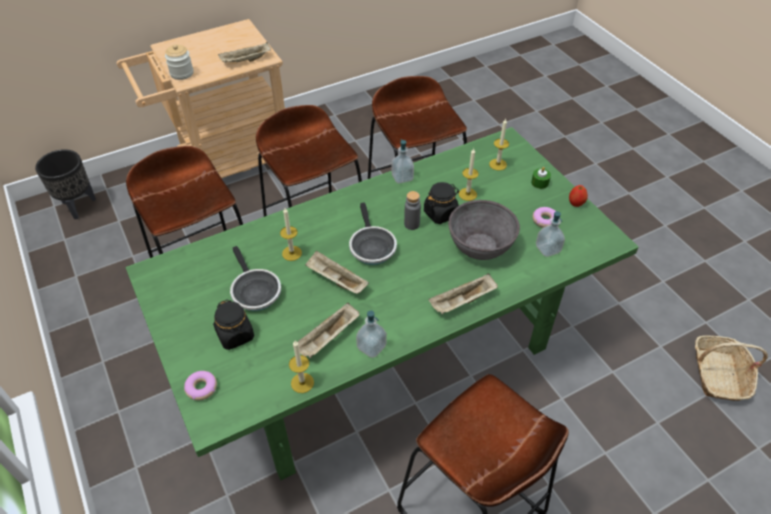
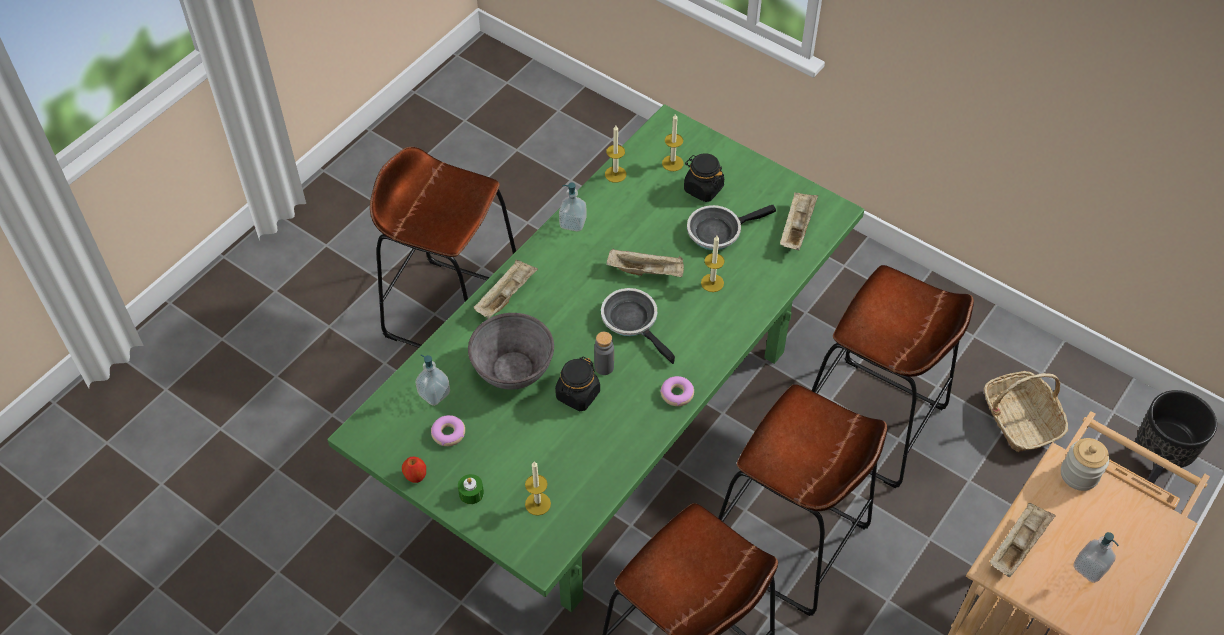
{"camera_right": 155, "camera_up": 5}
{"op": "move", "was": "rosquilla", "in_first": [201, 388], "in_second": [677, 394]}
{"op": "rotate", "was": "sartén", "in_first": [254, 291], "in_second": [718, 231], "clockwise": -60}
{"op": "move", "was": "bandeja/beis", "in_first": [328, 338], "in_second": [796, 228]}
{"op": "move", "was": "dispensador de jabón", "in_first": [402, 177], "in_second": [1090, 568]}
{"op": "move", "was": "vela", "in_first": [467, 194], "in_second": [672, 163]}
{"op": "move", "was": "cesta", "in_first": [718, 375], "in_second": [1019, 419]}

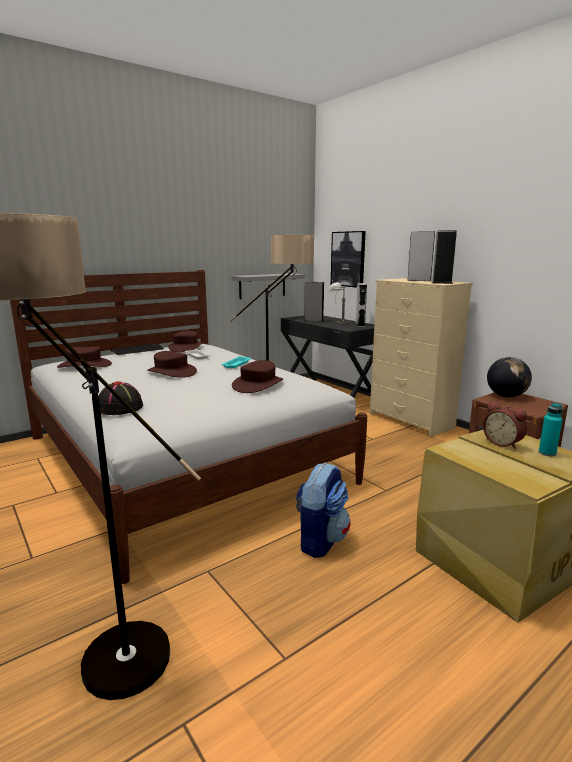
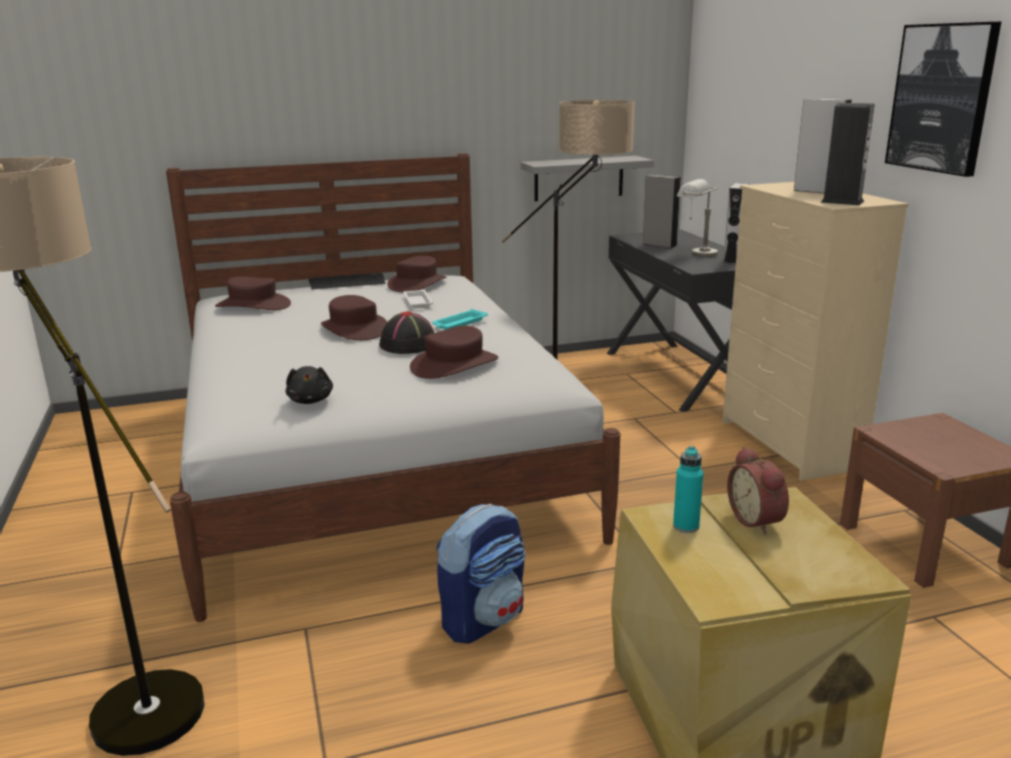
{"camera_right": 20, "camera_up": 5}
{"op": "move", "was": "sombrero/negro", "in_first": [120, 408], "in_second": [408, 345]}
{"op": "move", "was": "cuadro", "in_first": [348, 259], "in_second": [941, 98]}
{"op": "delete", "was": "globo terráqueo", "in_first": [506, 396]}
{"op": "move", "was": "botella/turquesa", "in_first": [547, 453], "in_second": [686, 526]}
{"op": "insert", "now": "peluche/negro", "in_second": [310, 400]}

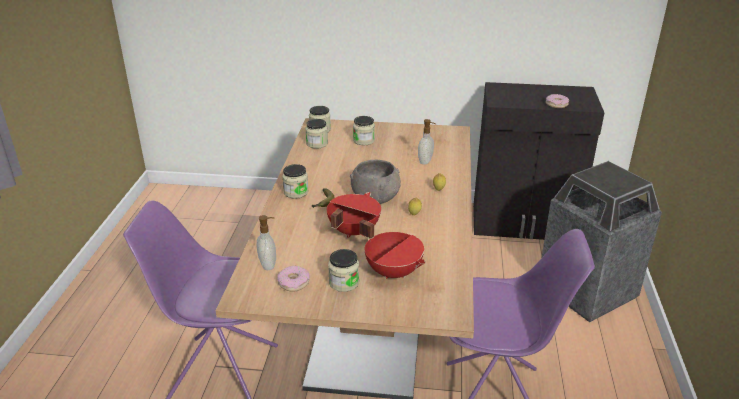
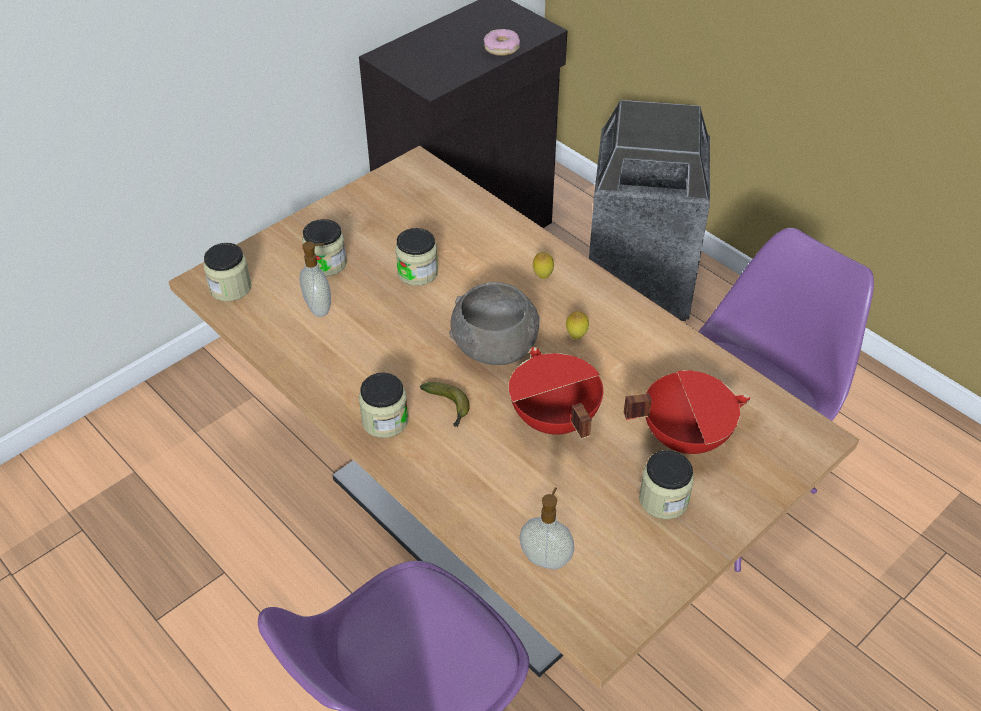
{"camera_right": -50, "camera_up": 15}
{"op": "delete", "was": "rosquilla", "in_first": [294, 282]}
{"op": "move", "was": "tarro", "in_first": [317, 143], "in_second": [417, 272]}
{"op": "move", "was": "dispensador de jabón", "in_first": [426, 161], "in_second": [319, 307]}

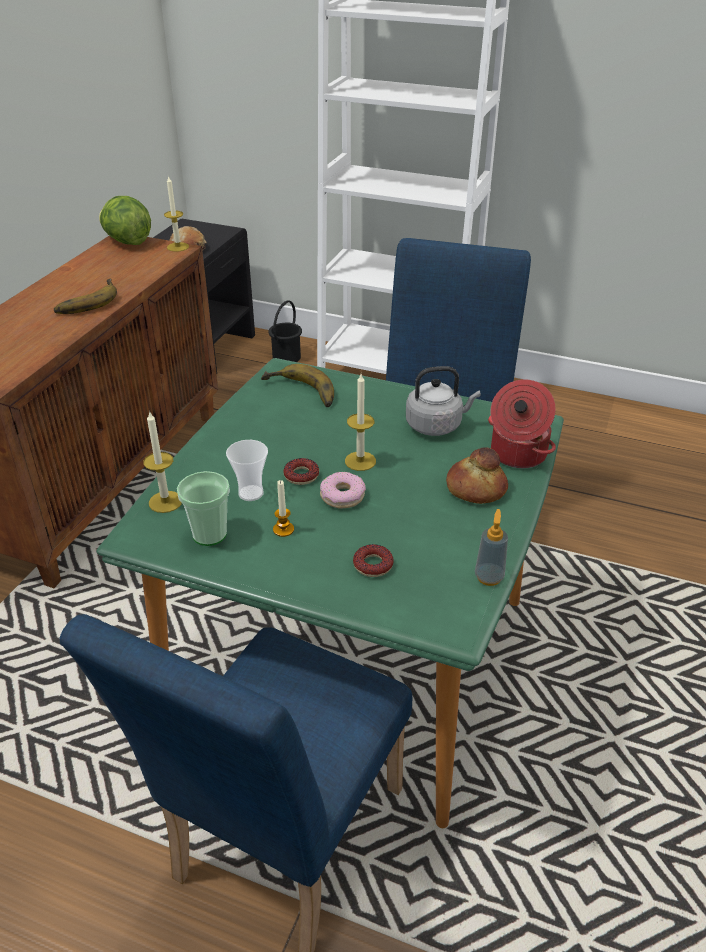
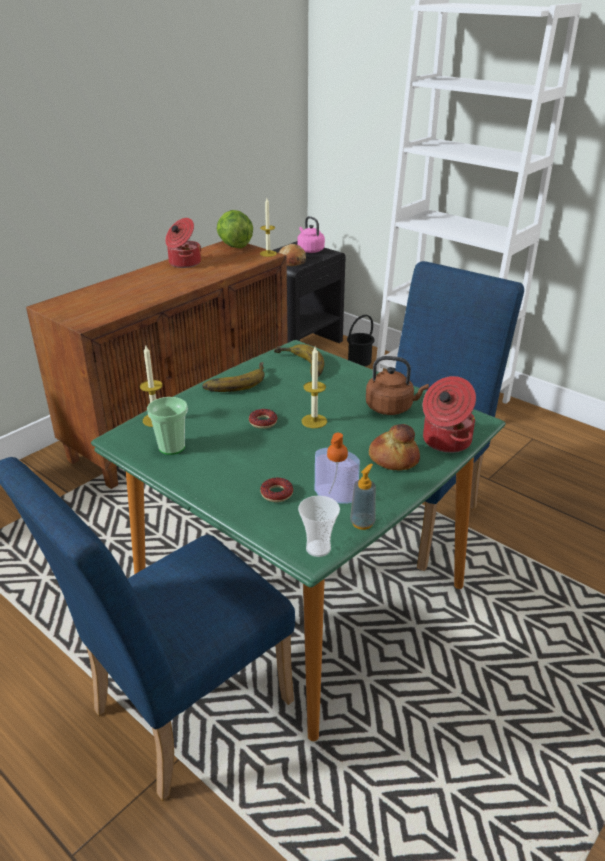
{"camera_right": 20, "camera_up": -5}
{"op": "move", "was": "plátano", "in_first": [85, 301], "in_second": [234, 381]}
{"op": "move", "was": "taza", "in_first": [251, 493], "in_second": [318, 548]}
{"op": "delete", "was": "vela", "in_first": [283, 529]}
{"op": "delete", "was": "rosquilla", "in_first": [342, 496]}
{"op": "recolor", "was": "hervidor/gris", "now": "hervidor/marrón", "in_first": [436, 425], "in_second": [391, 408]}
{"op": "insert", "now": "olla", "in_second": [183, 263]}
{"op": "insert", "now": "hervidor/rosa", "in_second": [309, 250]}
{"op": "insert", "now": "dispensador de jabón", "in_second": [336, 494]}

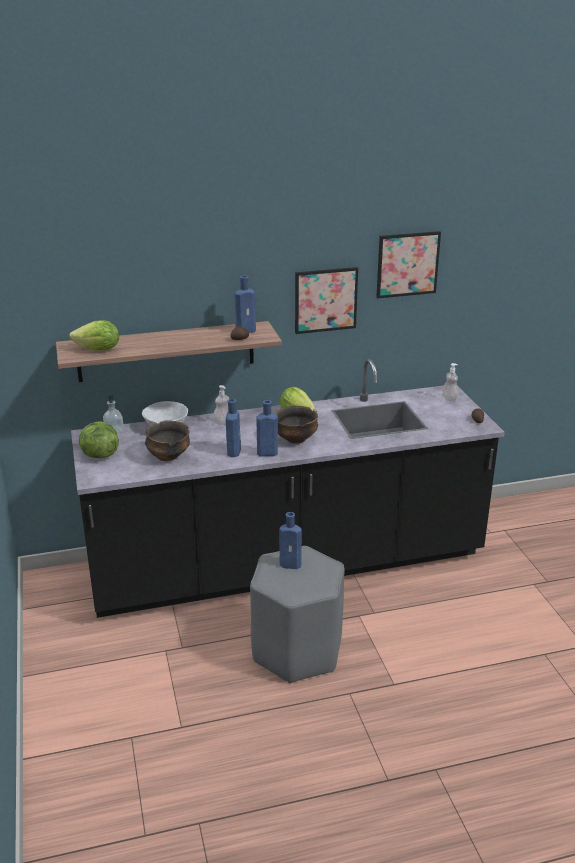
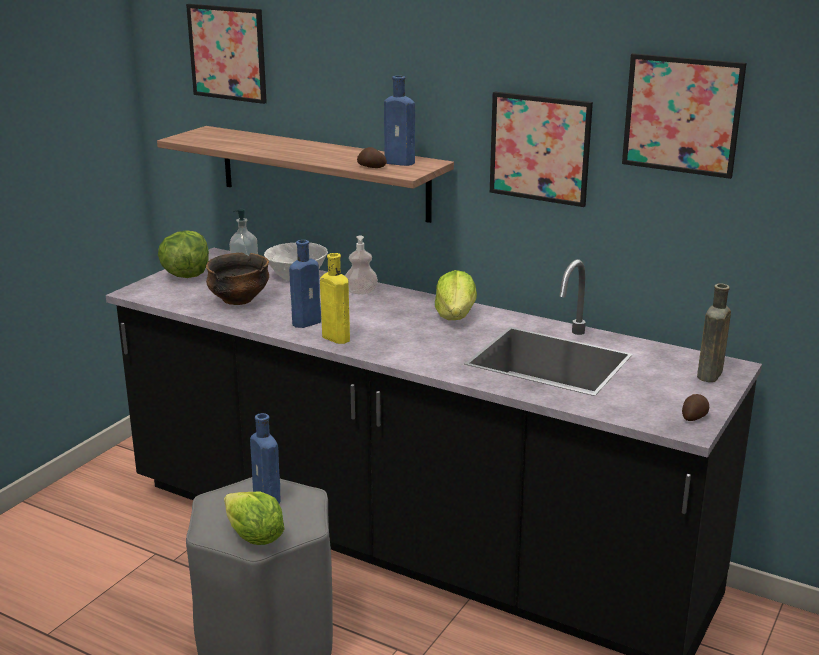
{"camera_right": 45, "camera_up": -5}
{"op": "move", "was": "lechuga", "in_first": [98, 350], "in_second": [254, 538]}
{"op": "recolor", "was": "botella/azul", "now": "botella/amarillo", "in_first": [265, 453], "in_second": [334, 337]}
{"op": "delete", "was": "cuenco", "in_first": [295, 439]}
{"op": "replace", "was": "dispensador de jabón", "now": "botella/marrón", "in_first": [449, 398], "in_second": [709, 376]}
{"op": "insert", "now": "cuadro", "in_second": [227, 53]}

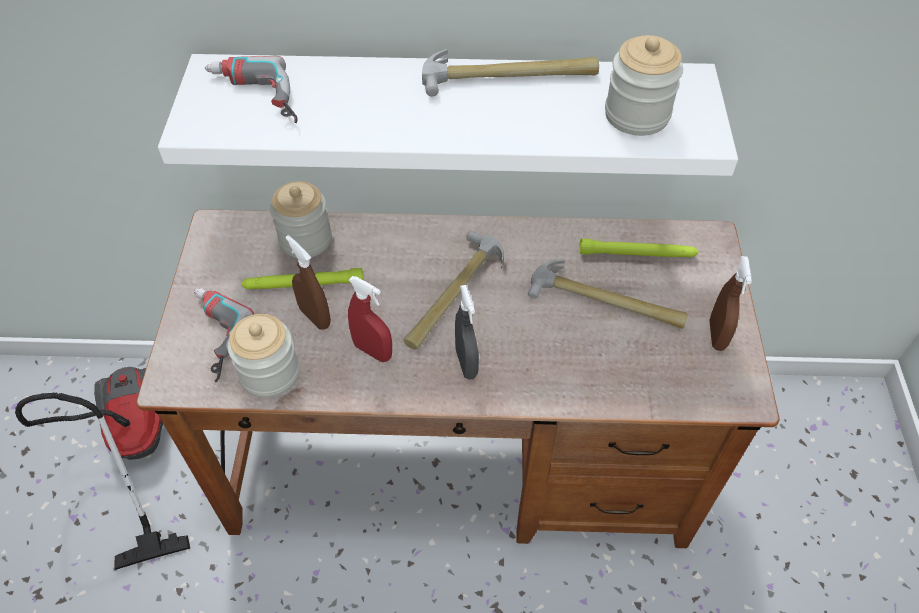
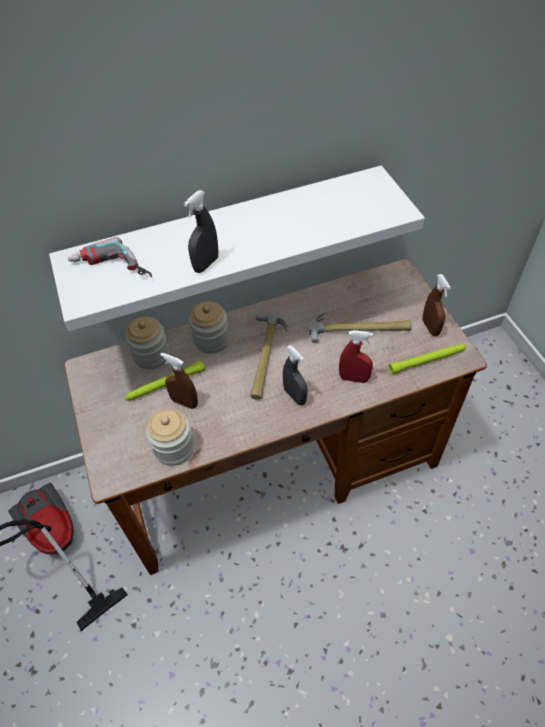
{"camera_right": -20, "camera_up": 0}
{"op": "delete", "was": "taladro", "in_first": [209, 336]}
{"op": "move", "was": "pulverizador/rojo", "in_first": [373, 351], "in_second": [354, 378]}
{"op": "delete", "was": "martillo", "in_first": [509, 77]}
{"op": "move", "was": "linterna/verde", "in_first": [637, 254], "in_second": [427, 360]}
{"op": "move", "was": "tarro", "in_first": [636, 115], "in_second": [211, 340]}
{"op": "insert", "now": "pulverizador/gris", "in_second": [206, 264]}

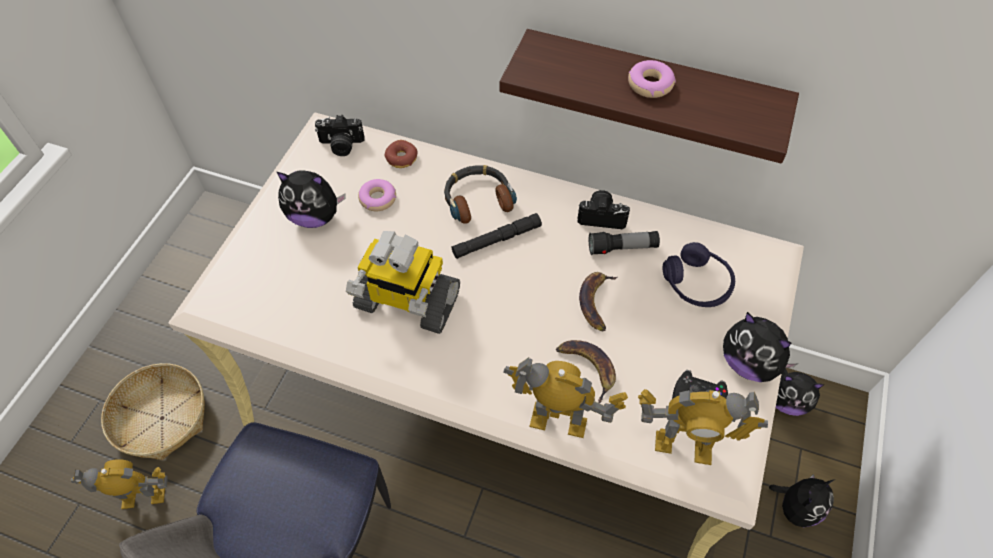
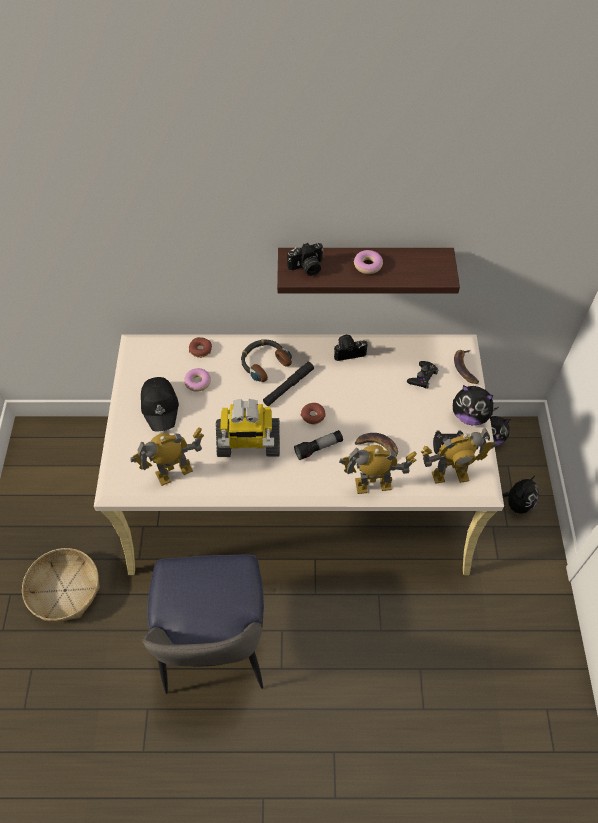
{"camera_right": -20, "camera_up": 0}
{"op": "move", "was": "robot de juguete", "in_first": [143, 497], "in_second": [174, 473]}
{"op": "replace", "was": "peluche", "now": "gorra/negro", "in_first": [315, 216], "in_second": [160, 406]}
{"op": "move", "was": "cámara", "in_first": [341, 145], "in_second": [307, 268]}
{"op": "move", "was": "plátano", "in_first": [596, 302], "in_second": [464, 368]}
{"op": "move", "was": "linterna", "in_first": [622, 248], "in_second": [318, 448]}
{"op": "replace", "was": "auriculares/morado", "now": "mando de consola/negro", "in_first": [696, 283], "in_second": [422, 377]}
{"op": "insert", "now": "rosquilla", "in_second": [313, 416]}

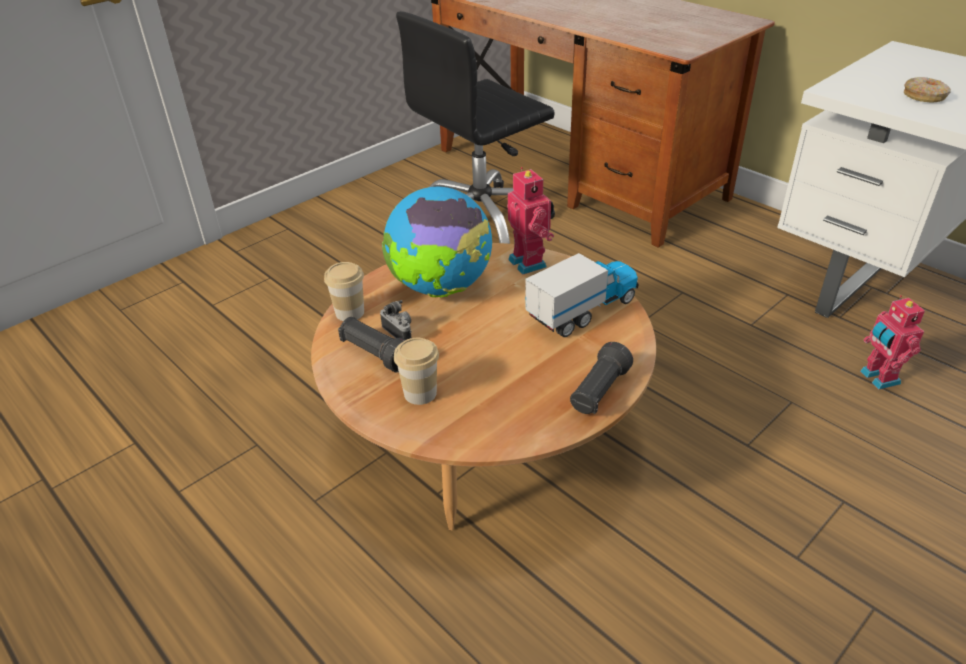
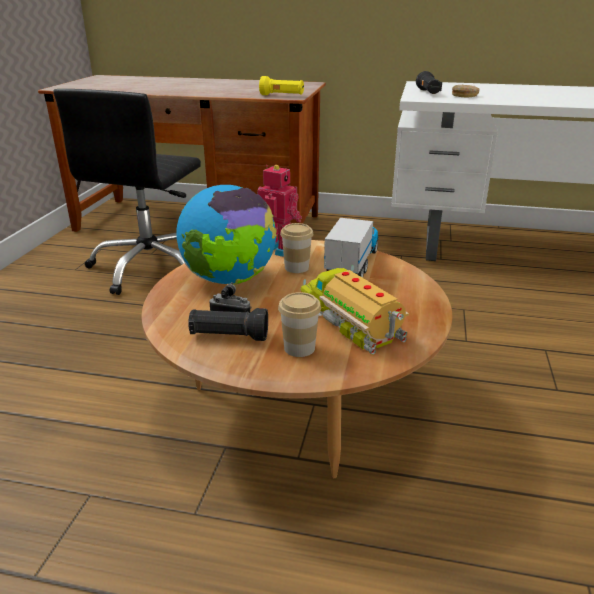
{"camera_right": -35, "camera_up": -10}
{"op": "move", "was": "taza", "in_first": [350, 312], "in_second": [296, 267]}
{"op": "move", "was": "linterna/negro", "in_first": [598, 392], "in_second": [428, 93]}
{"op": "delete", "was": "robot de juguete", "in_first": [877, 378]}
{"op": "insert", "now": "linterna/amarillo", "in_second": [282, 95]}
{"op": "insert", "now": "camión de juguete", "in_second": [352, 321]}

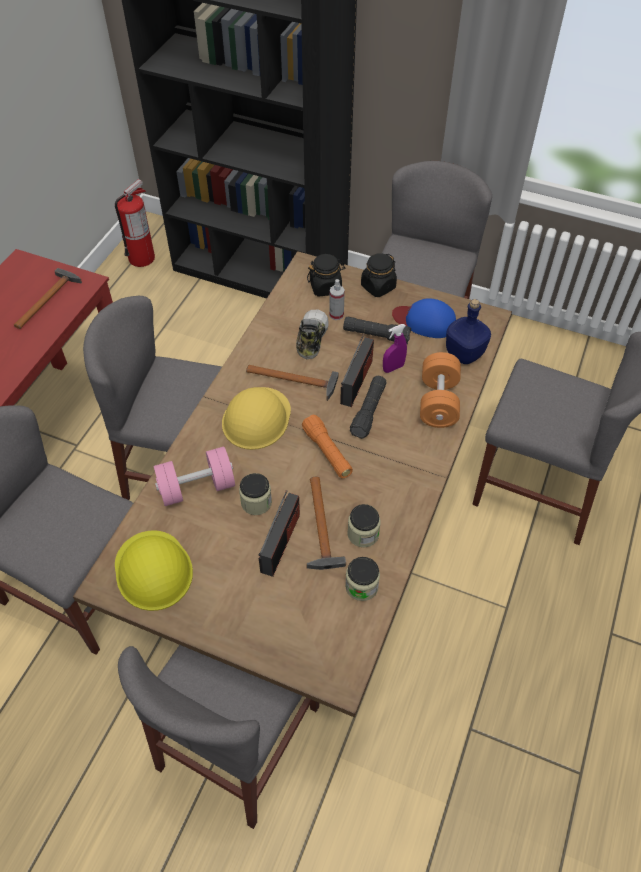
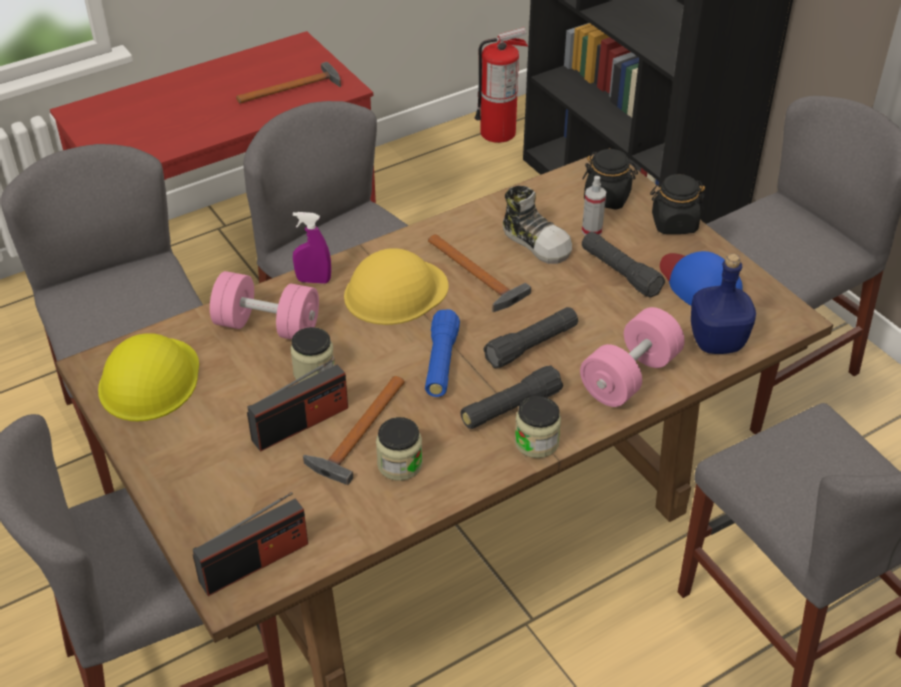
{"camera_right": 35, "camera_up": -10}
{"op": "rotate", "was": "zapato", "in_first": [311, 338], "in_second": [536, 242], "clockwise": 90}
{"op": "recolor", "was": "linterna/naranja", "now": "linterna/azul", "in_first": [327, 452], "in_second": [441, 363]}
{"op": "move", "was": "radio", "in_first": [356, 382], "in_second": [254, 562]}
{"op": "move", "was": "tarro", "in_first": [361, 586], "in_second": [536, 442]}
{"op": "move", "was": "pulverizador/morado", "in_first": [393, 368], "in_second": [313, 280]}
{"op": "recolor", "was": "mancuerna/naranja", "now": "mancuerna/rosa", "in_first": [438, 401], "in_second": [630, 376]}
{"op": "insert", "now": "linterna/negro", "in_second": [510, 408]}

